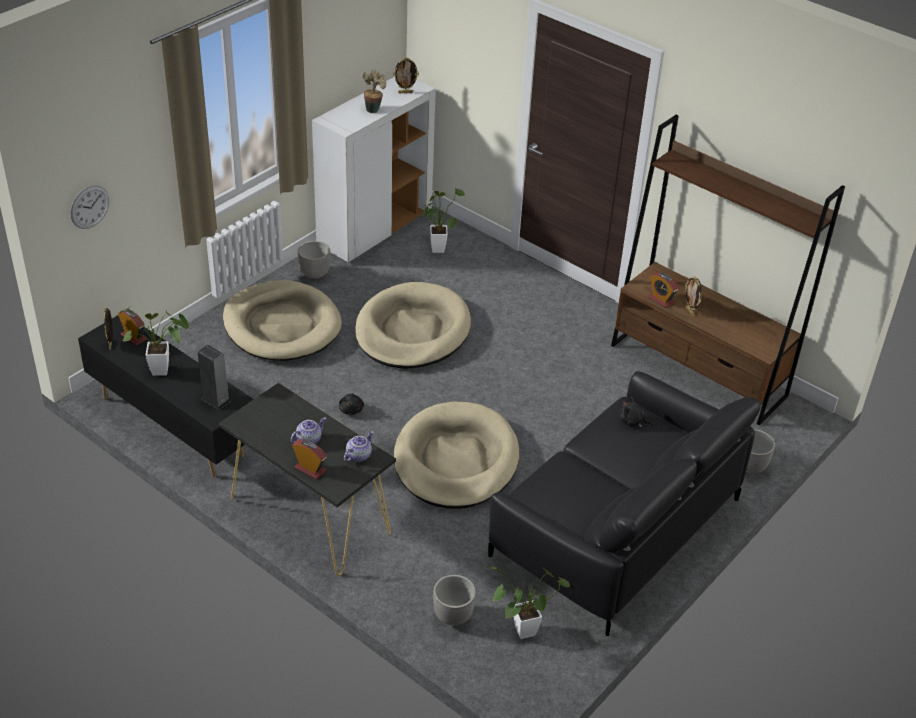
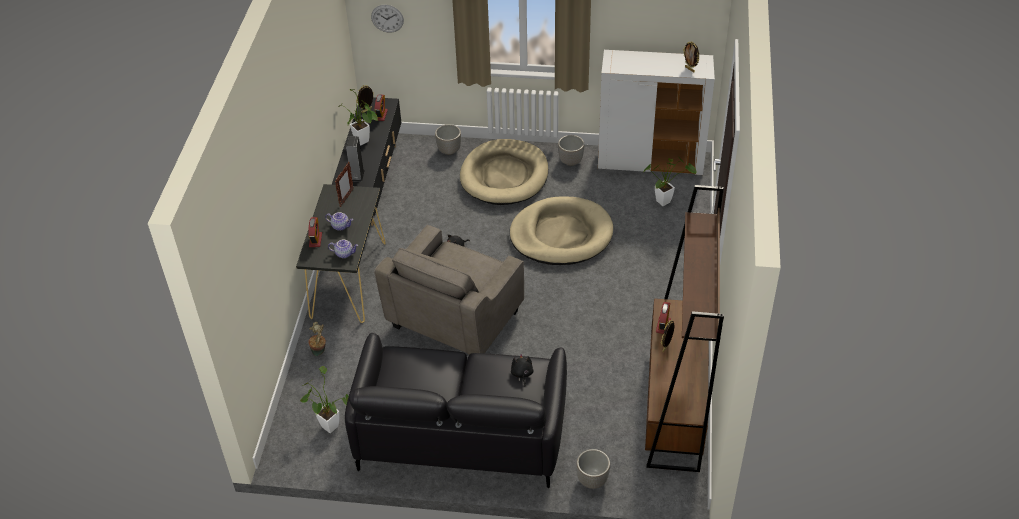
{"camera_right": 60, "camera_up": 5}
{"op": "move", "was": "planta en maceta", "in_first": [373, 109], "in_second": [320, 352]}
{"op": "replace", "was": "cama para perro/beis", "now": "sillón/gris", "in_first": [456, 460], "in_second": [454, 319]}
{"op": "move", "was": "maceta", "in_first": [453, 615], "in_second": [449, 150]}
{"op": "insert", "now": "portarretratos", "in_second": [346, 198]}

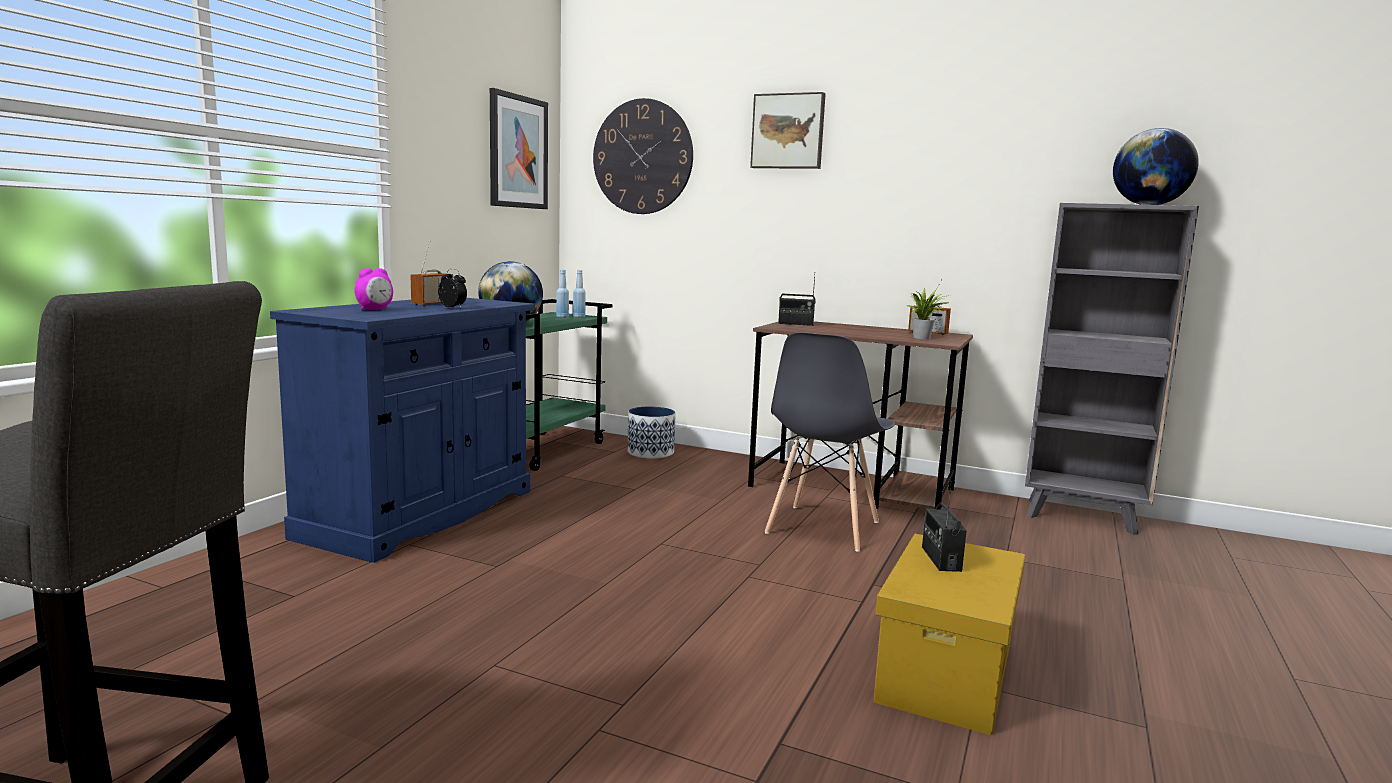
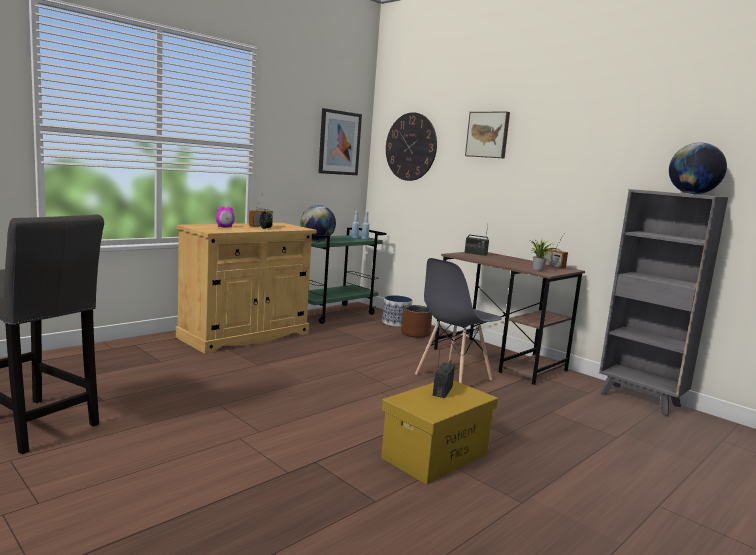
{"camera_right": 20, "camera_up": 0}
{"op": "recolor", "was": "armario/azul", "now": "armario/beis", "in_first": [420, 513], "in_second": [245, 335]}
{"op": "insert", "now": "maceta/marrón", "in_second": [415, 334]}

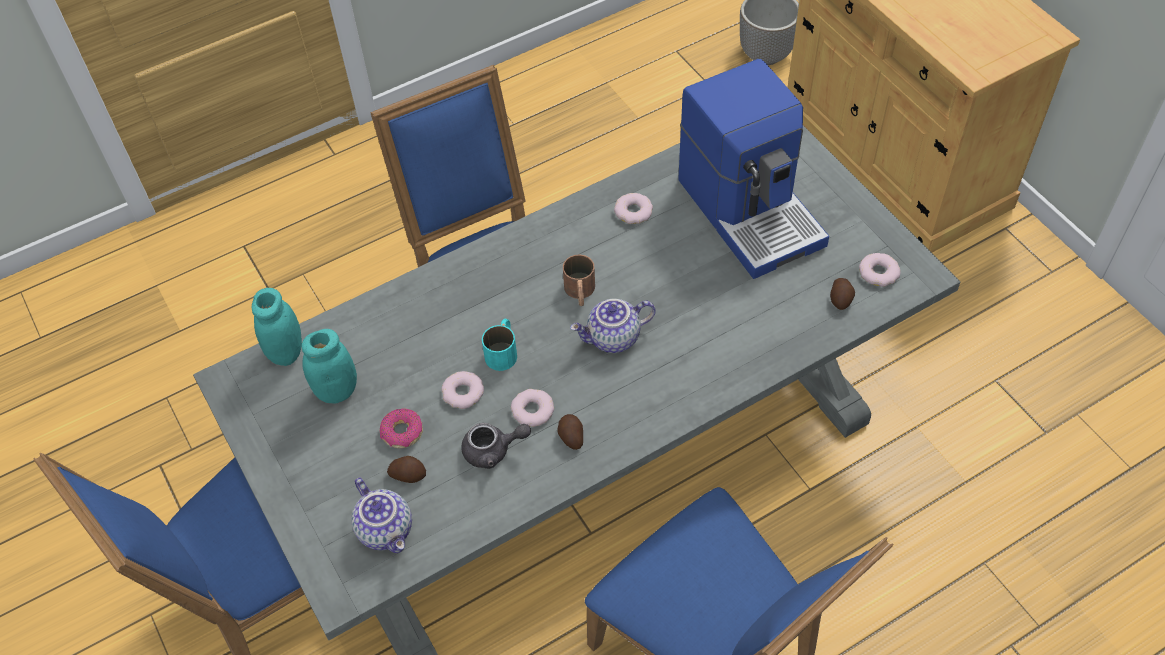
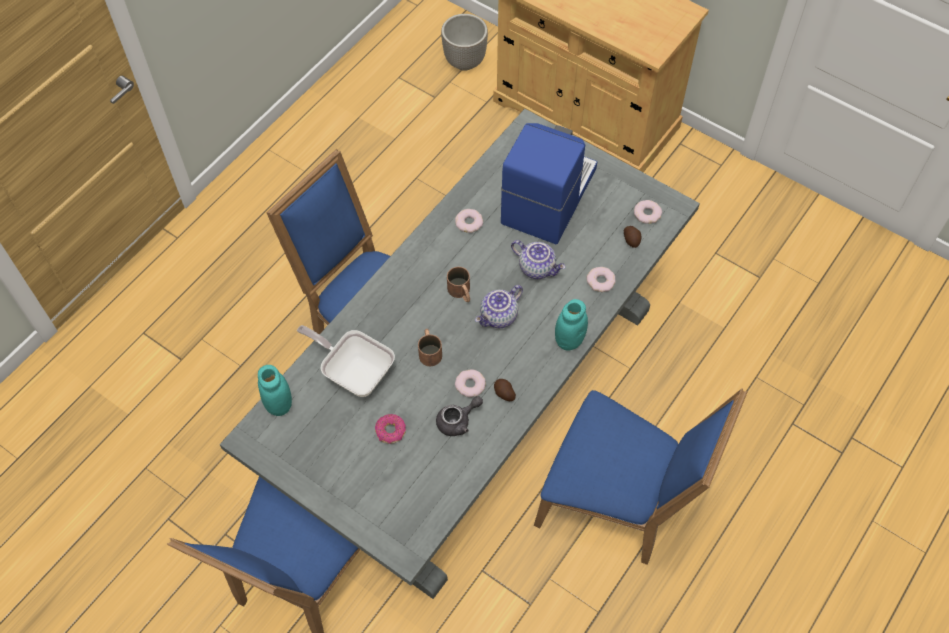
{"camera_right": -25, "camera_up": 5}
{"op": "move", "was": "tarro/turquesa", "in_first": [337, 390], "in_second": [569, 340]}
{"op": "move", "was": "tetera", "in_first": [387, 529], "in_second": [537, 268]}
{"op": "delete", "was": "patata", "in_first": [408, 474]}
{"op": "move", "was": "rosquilla", "in_first": [463, 393], "in_second": [601, 281]}
{"op": "recolor", "was": "taza grande/turquesa", "now": "taza grande/marrón", "in_first": [503, 350], "in_second": [429, 350]}
{"op": "rotate", "was": "cafetera", "in_first": [751, 210], "in_second": [547, 196], "clockwise": -105}
{"op": "insert", "now": "sartén", "in_second": [354, 371]}

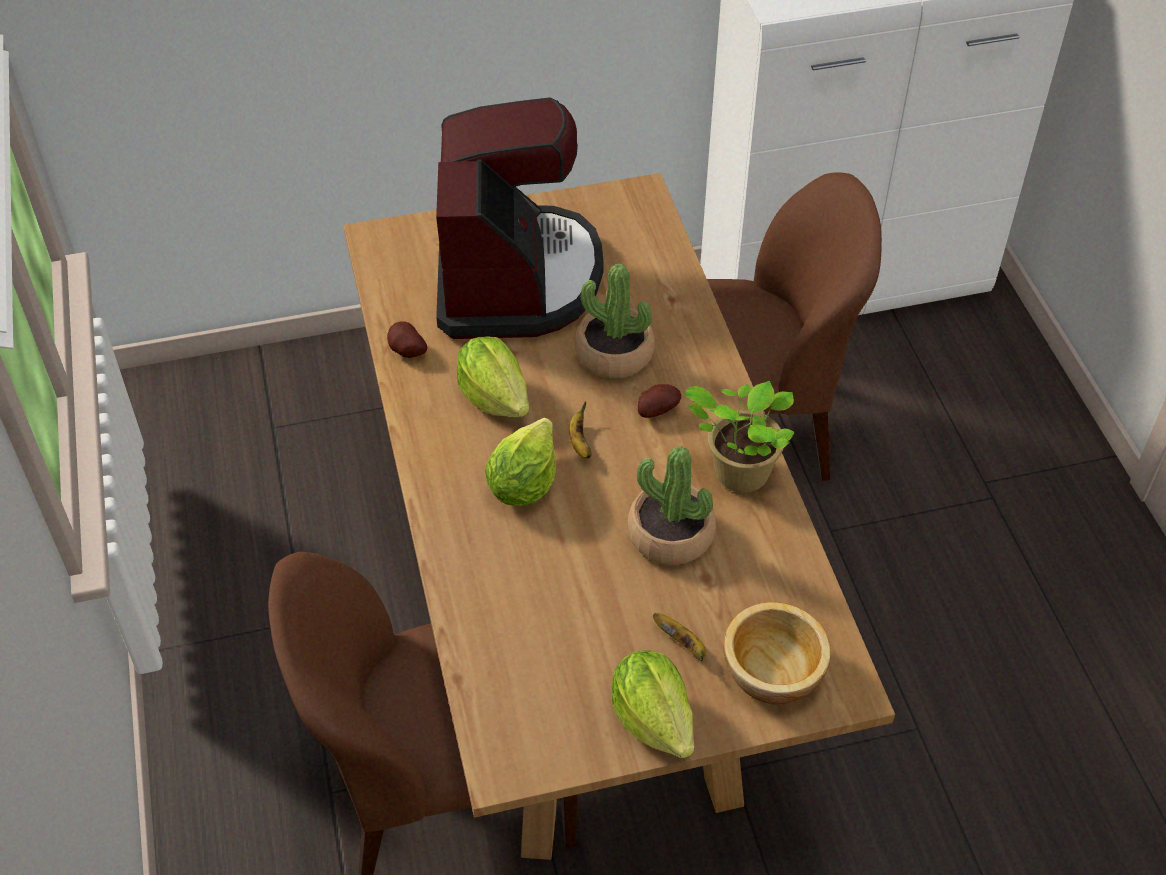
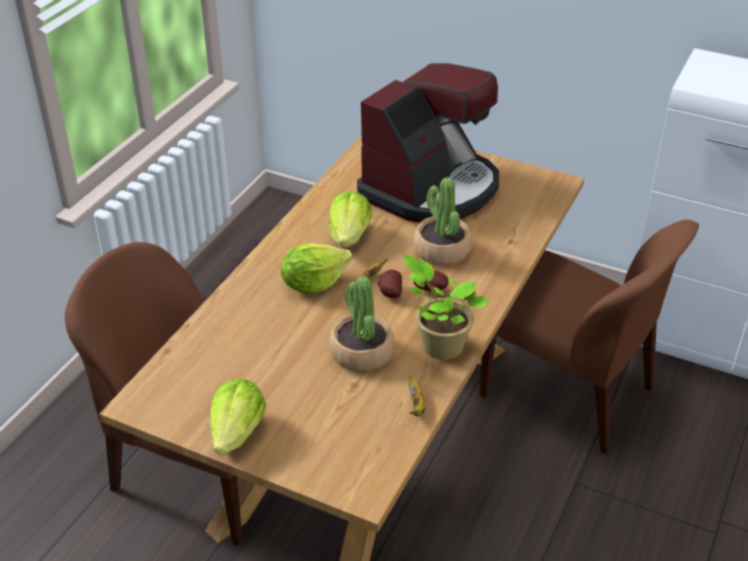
{"camera_right": 40, "camera_up": -10}
{"op": "move", "was": "patata", "in_first": [406, 352], "in_second": [389, 293]}
{"op": "move", "was": "plátano", "in_first": [682, 643], "in_second": [416, 405]}
{"op": "delete", "was": "cuenco", "in_first": [775, 672]}

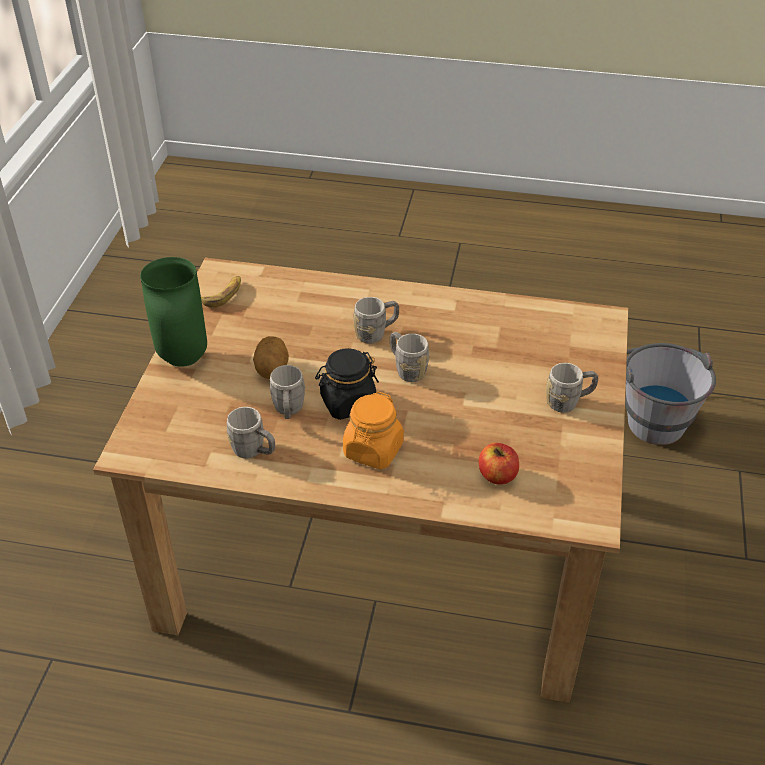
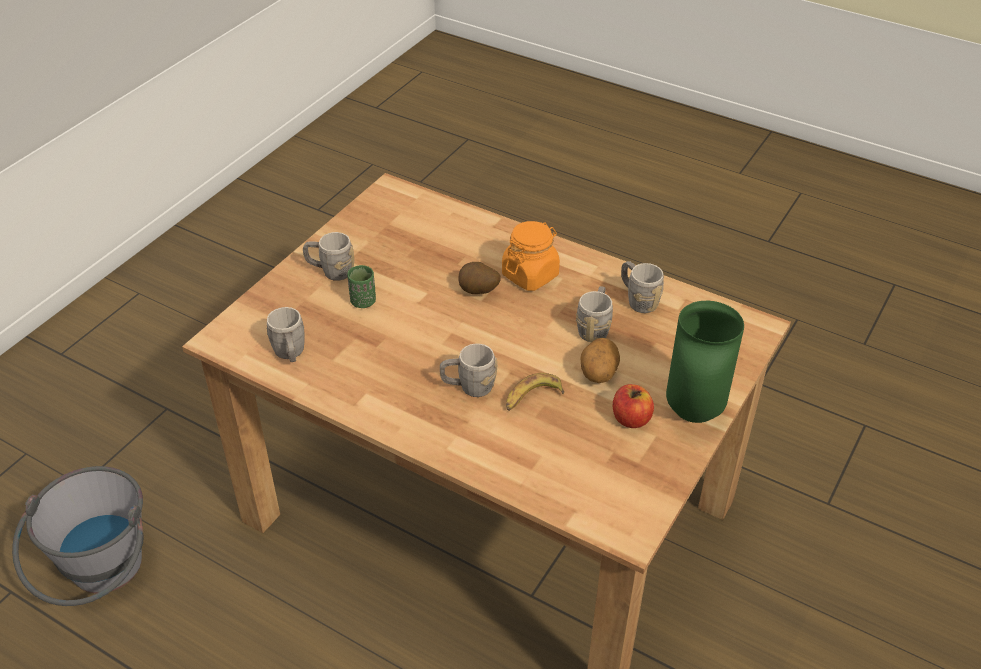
{"camera_right": -160, "camera_up": 0}
{"op": "move", "was": "plátano", "in_first": [223, 295], "in_second": [532, 397]}
{"op": "delete", "was": "tarro/negro", "in_first": [348, 403]}
{"op": "move", "was": "taza grande/gris", "in_first": [407, 369], "in_second": [290, 354]}
{"op": "move", "was": "manzana", "in_first": [497, 475], "in_second": [630, 419]}
{"op": "insert", "now": "taza/verde", "in_second": [363, 301]}
{"op": "insert", "now": "patata", "in_second": [478, 292]}

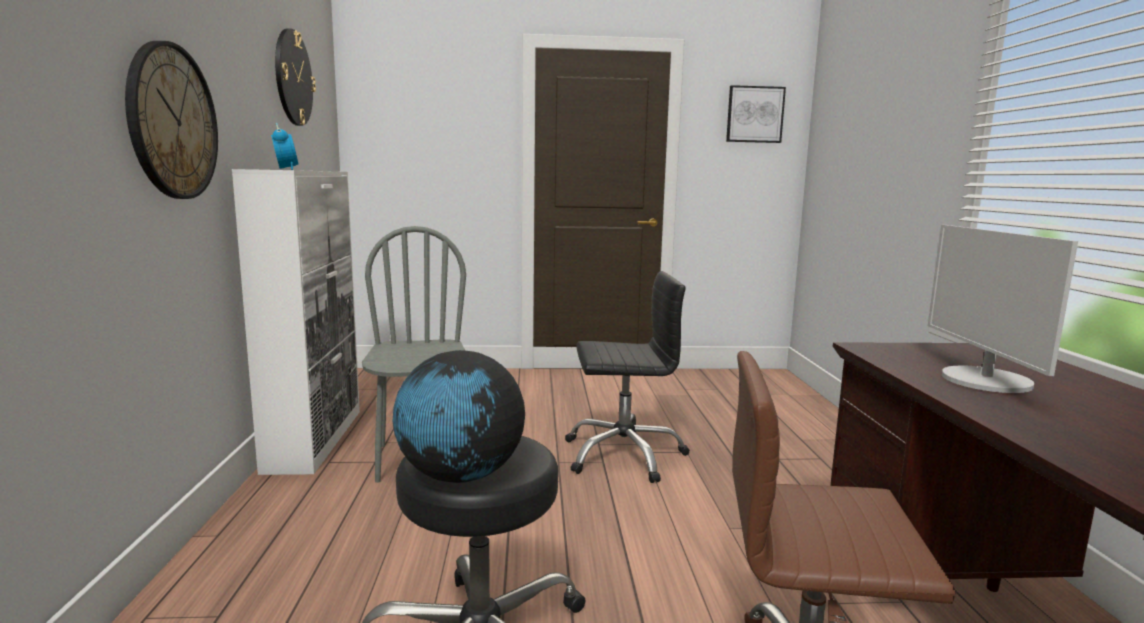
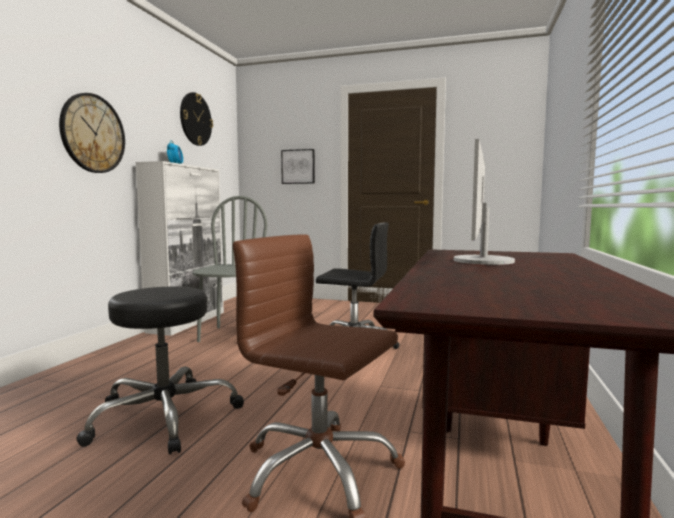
{"camera_right": 20, "camera_up": -5}
{"op": "delete", "was": "globo terráqueo", "in_first": [460, 476]}
{"op": "move", "was": "cuadro", "in_first": [754, 114], "in_second": [298, 166]}

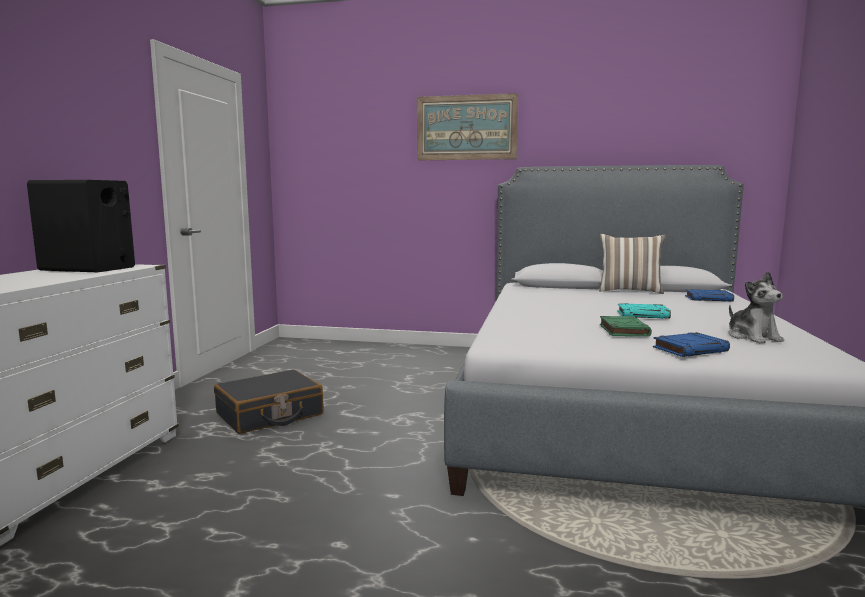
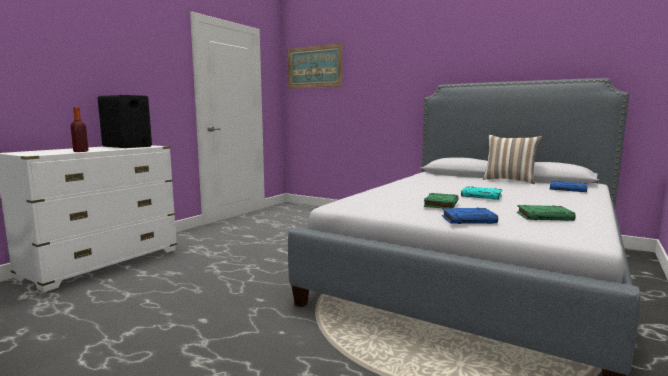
{"camera_right": 20, "camera_up": 0}
{"op": "delete", "was": "maleta/negro", "in_first": [269, 414]}
{"op": "move", "was": "cuadro", "in_first": [466, 127], "in_second": [314, 67]}
{"op": "replace", "was": "peluche", "now": "libro/verde", "in_first": [753, 337], "in_second": [544, 217]}
{"op": "insert", "now": "botella", "in_second": [81, 151]}

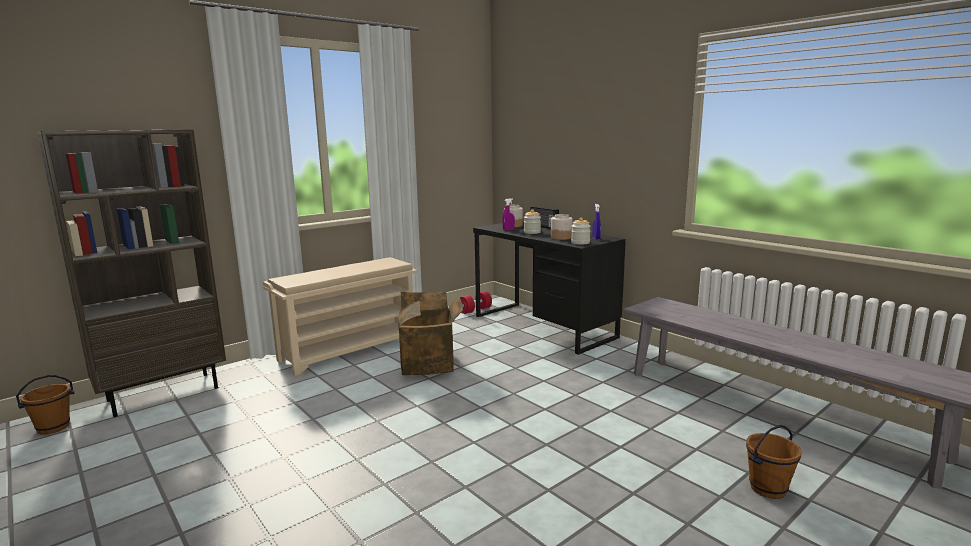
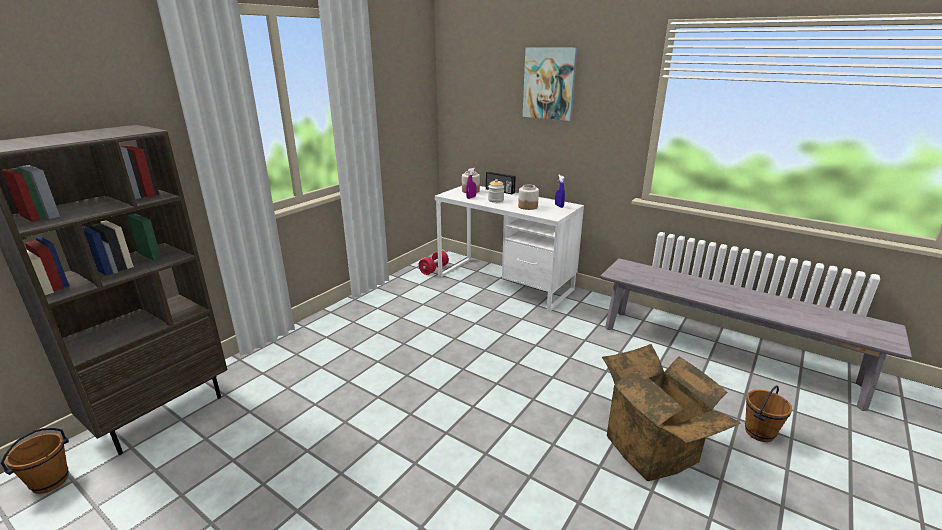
{"camera_right": -15, "camera_up": 10}
{"op": "delete", "was": "zapatero/beis", "in_first": [350, 349]}
{"op": "move", "was": "caja de cartón", "in_first": [430, 364], "in_second": [656, 448]}
{"op": "recolor", "was": "escritorio/negro", "now": "escritorio/blanco", "in_first": [543, 326], "in_second": [504, 283]}
{"op": "delete", "was": "tarro", "in_first": [580, 242]}
{"op": "insert", "now": "cuadro", "in_second": [549, 83]}

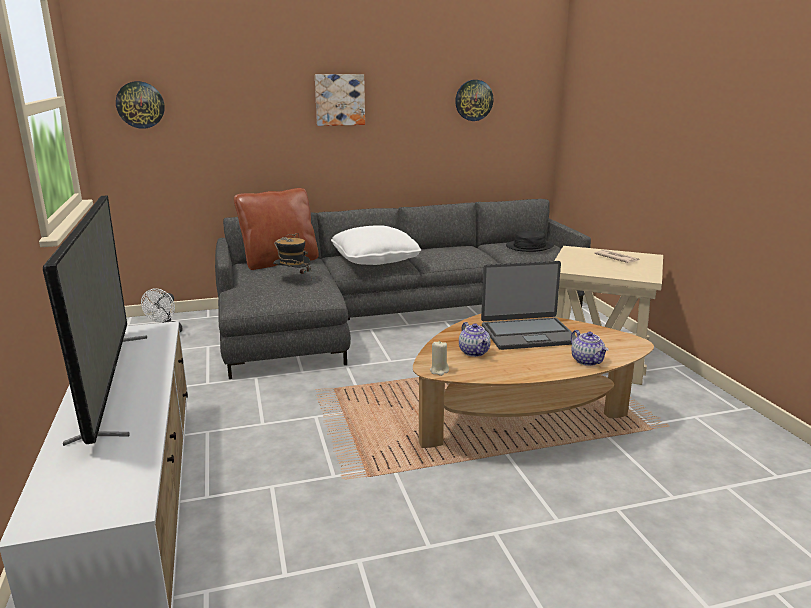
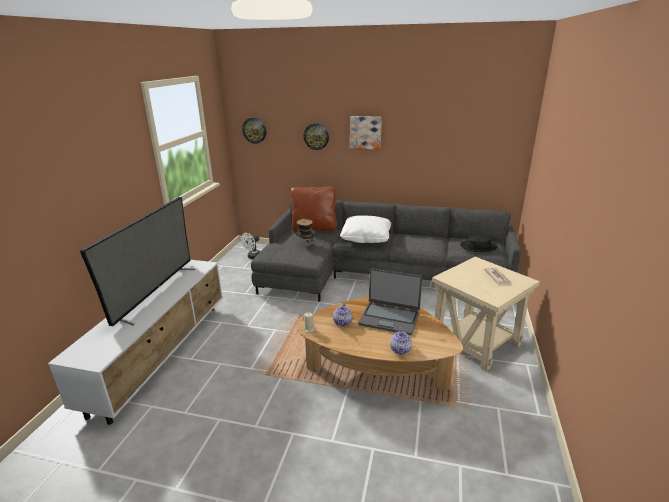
{"camera_right": 30, "camera_up": 5}
{"op": "move", "was": "reloj de pared", "in_first": [473, 100], "in_second": [316, 136]}

